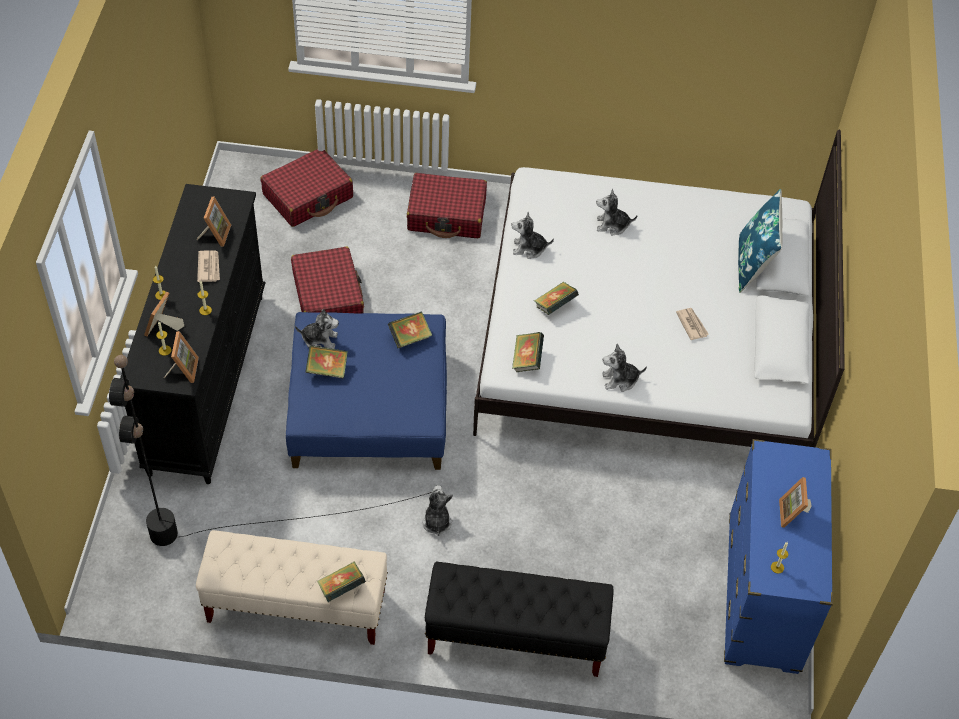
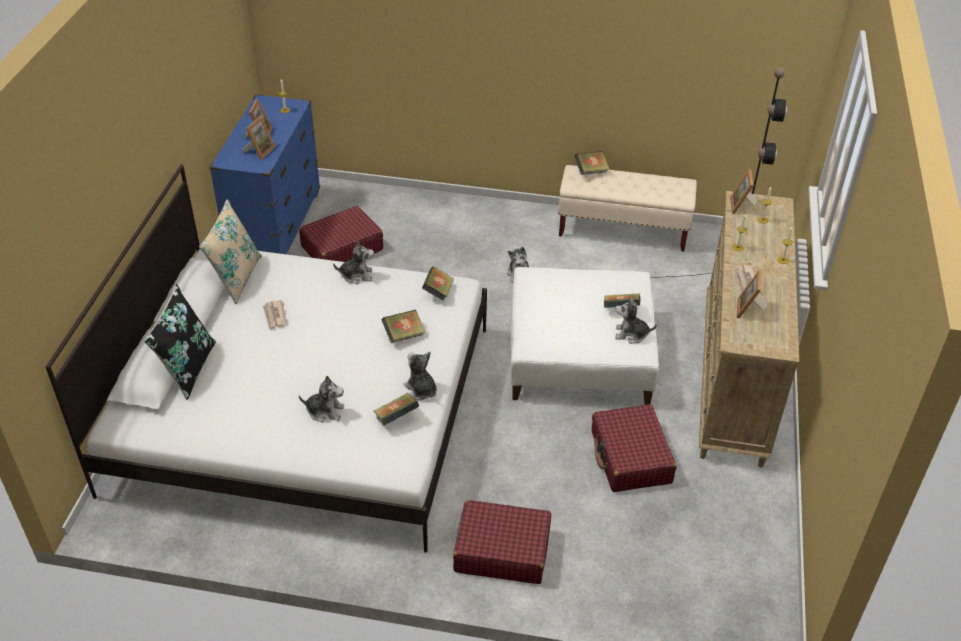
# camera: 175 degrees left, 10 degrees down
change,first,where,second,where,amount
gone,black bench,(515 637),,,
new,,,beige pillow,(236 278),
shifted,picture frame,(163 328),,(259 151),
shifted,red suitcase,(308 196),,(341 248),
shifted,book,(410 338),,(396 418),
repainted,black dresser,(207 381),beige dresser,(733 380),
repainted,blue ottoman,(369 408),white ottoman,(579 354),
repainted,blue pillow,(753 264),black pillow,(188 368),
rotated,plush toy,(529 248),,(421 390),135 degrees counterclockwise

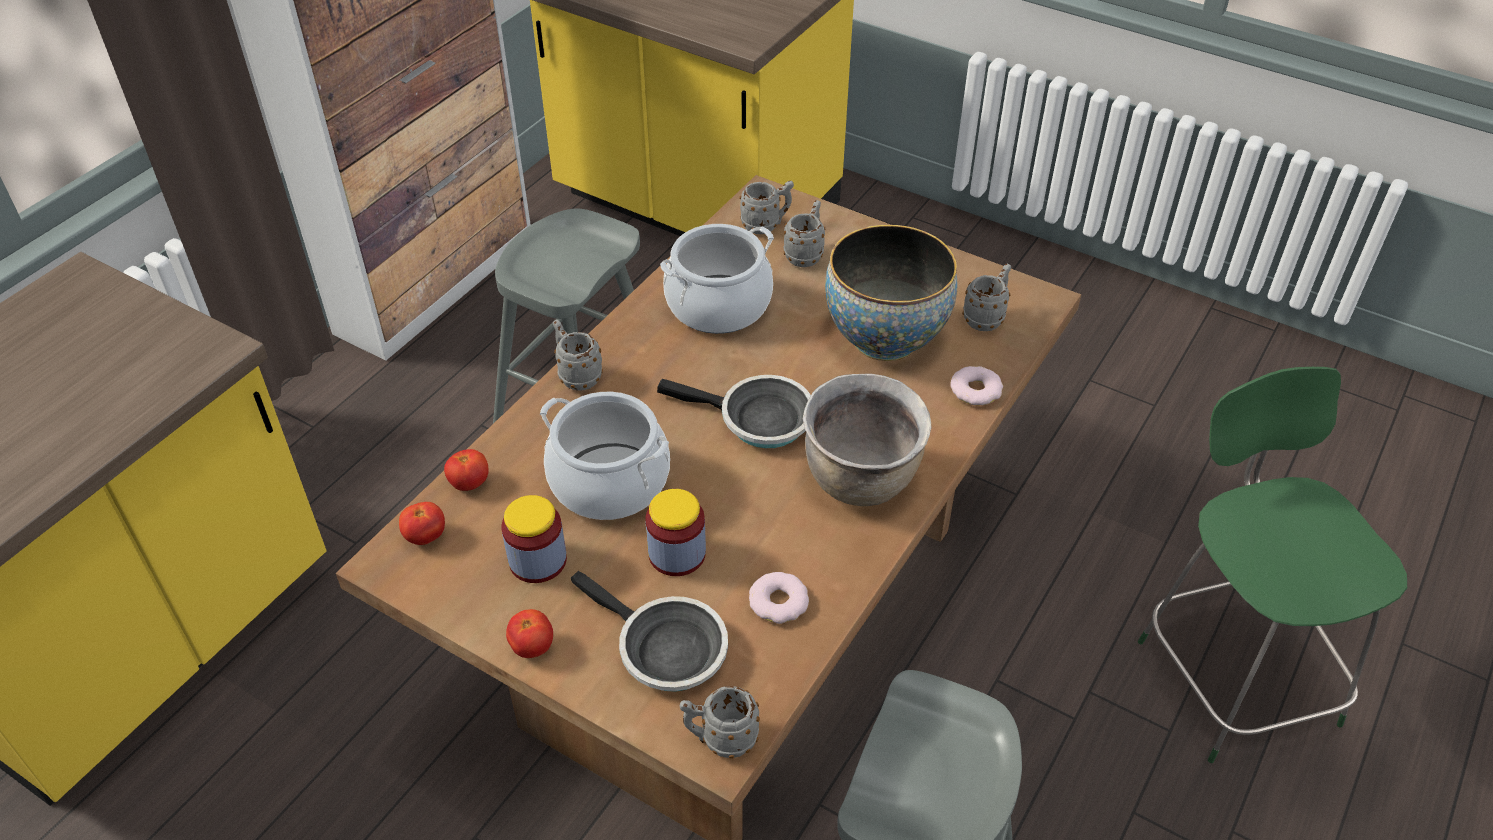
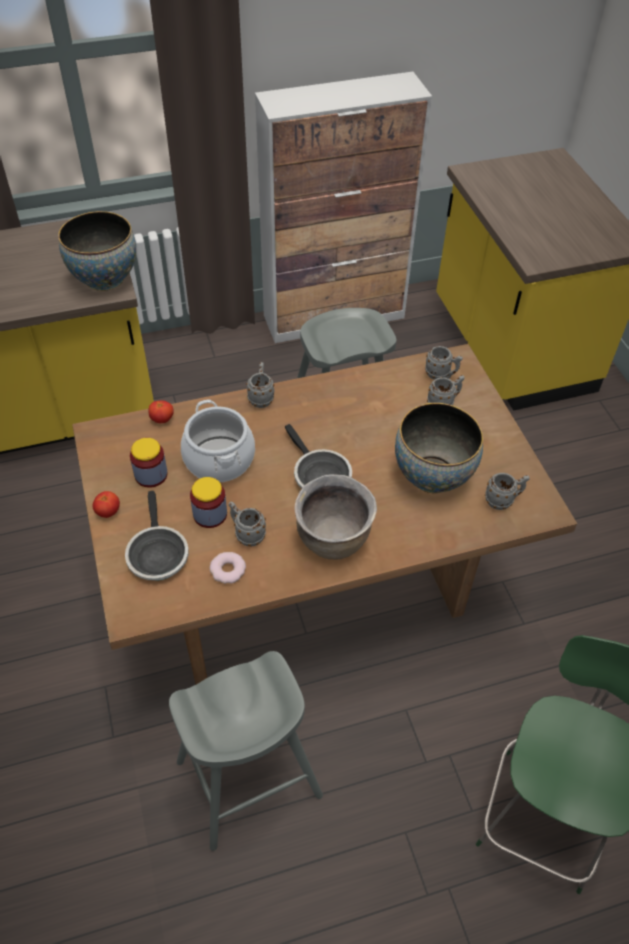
# camera: 40 degrees right, 5 degrees up
change,first,where,second,where,amount
gone,tomato,(425 536),,,
gone,cooking pot,(718 305),,,
gone,donut,(976 390),,,
new,,,bowl,(105 278),
shifted,grey mug,(720 739),,(246 534),

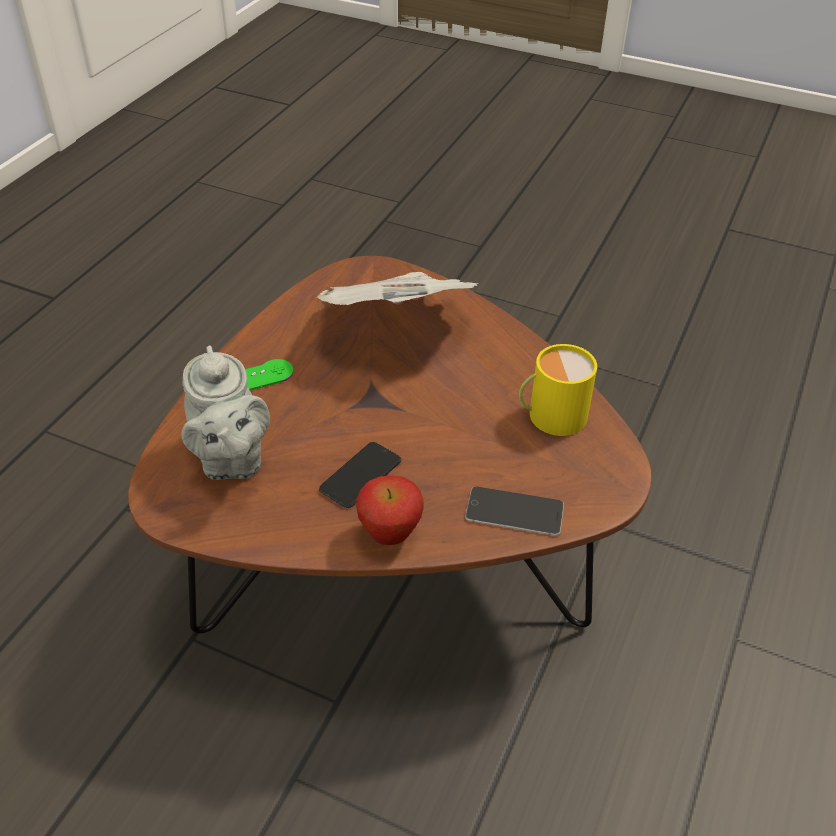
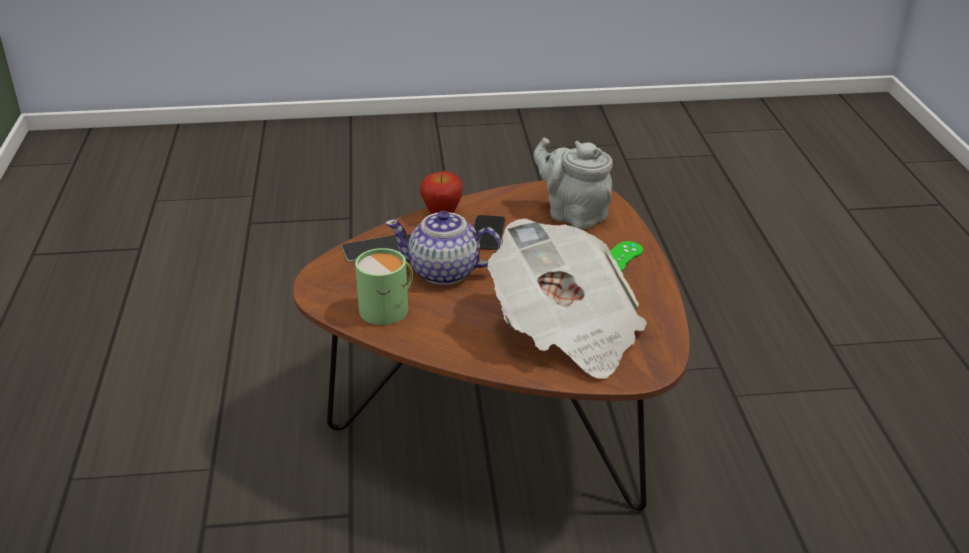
# camera: 150 degrees right, 10 degrees down
change,first,where,second,where,amount
new,,,teapot,(445 272),
repainted,yellow mug,(551 415),green mug,(389 308),

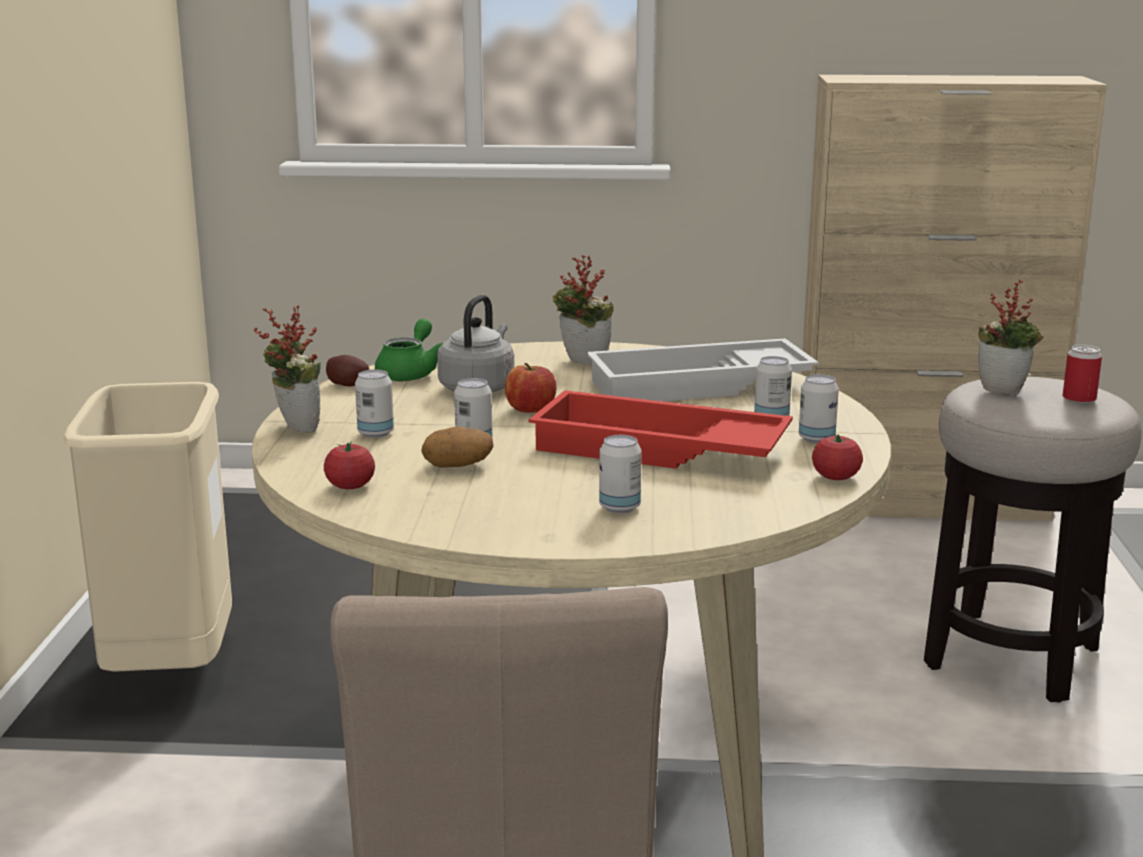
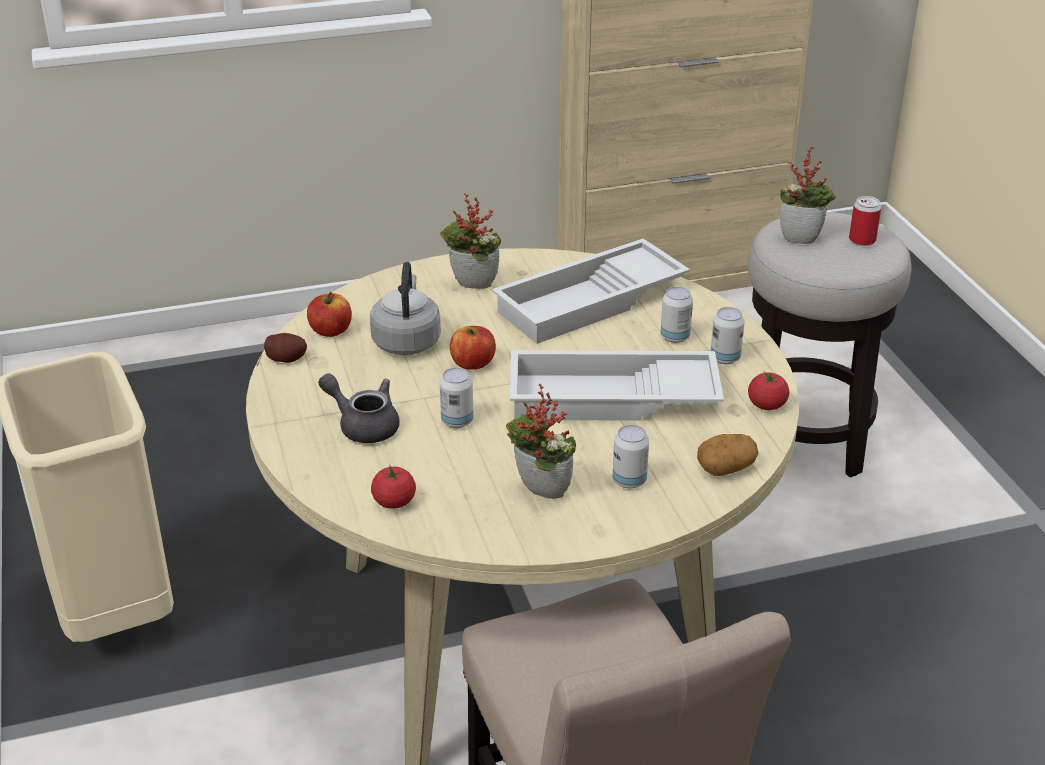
# camera: 20 degrees left, 15 degrees up
change,first,where,second,where,amount
shifted,potted plant,(294 428),,(539 494),
shifted,potato,(458 465),,(726 467),
swapped,can,(375 433),grey teapot,(363 425),
swapped,green teapot,(410 373),apple,(330 331),
repainted,red tray,(656 450),white tray,(611 399),

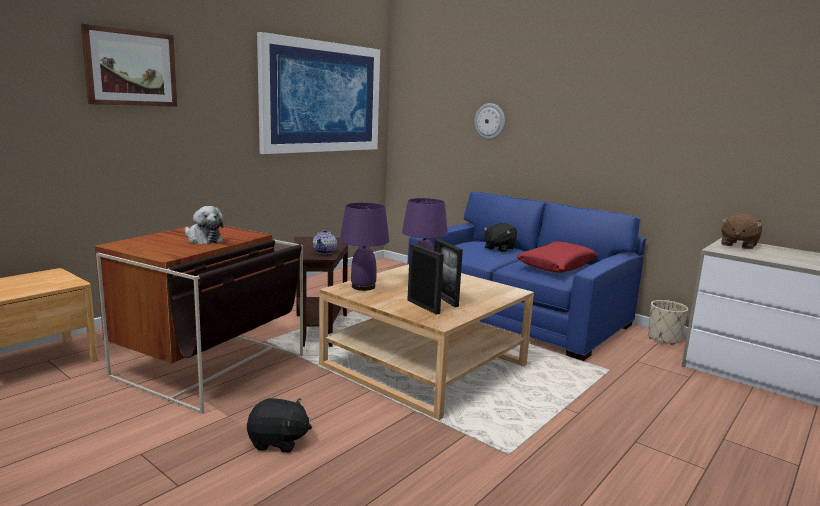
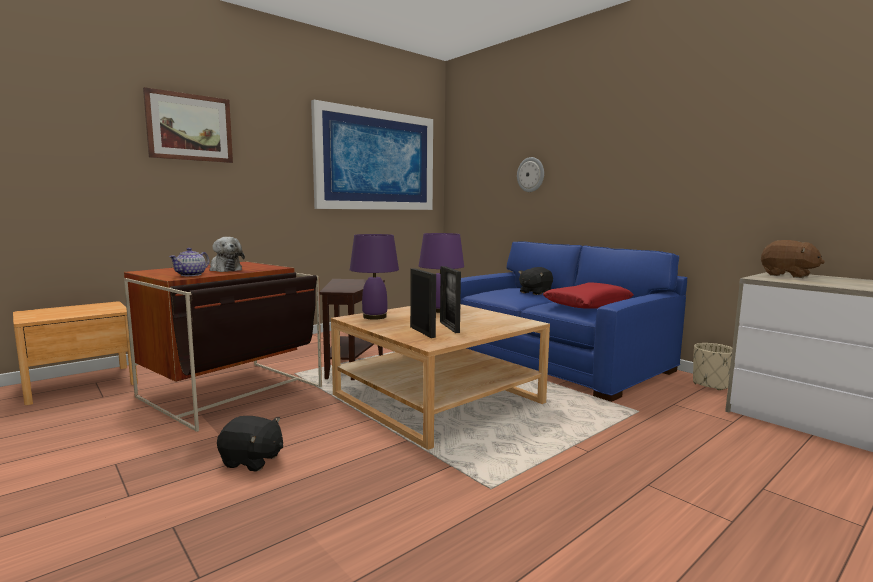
# camera: 10 degrees right, 5 degrees down
change,first,where,second,where,amount
shifted,teapot,(325 252),,(191 275),
rotated,brown plush toy,(738 245),,(787 275),90 degrees counterclockwise

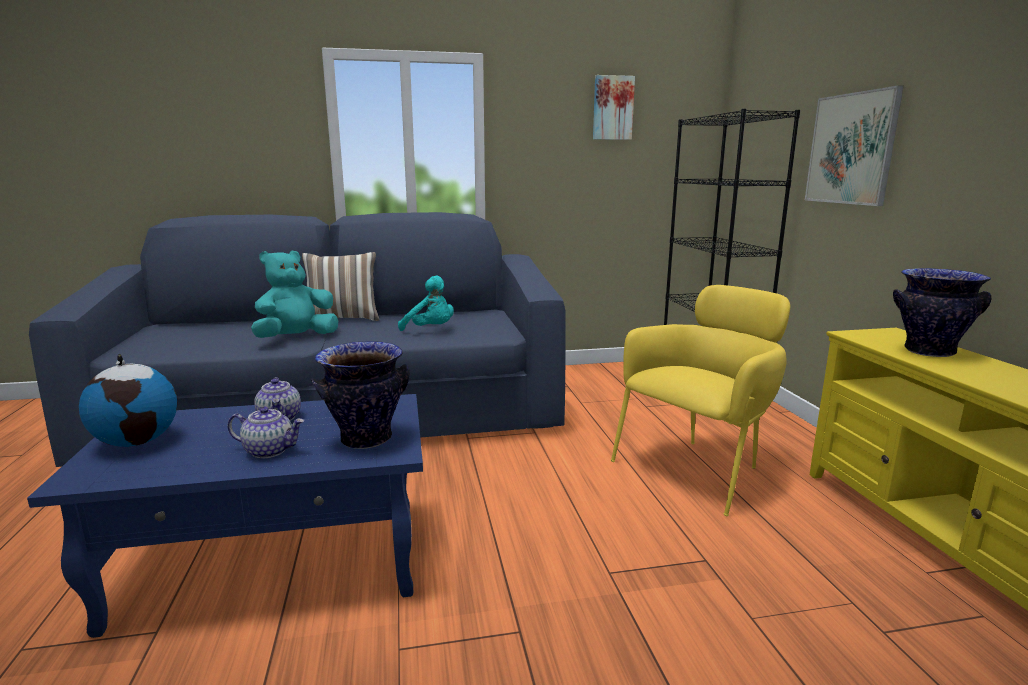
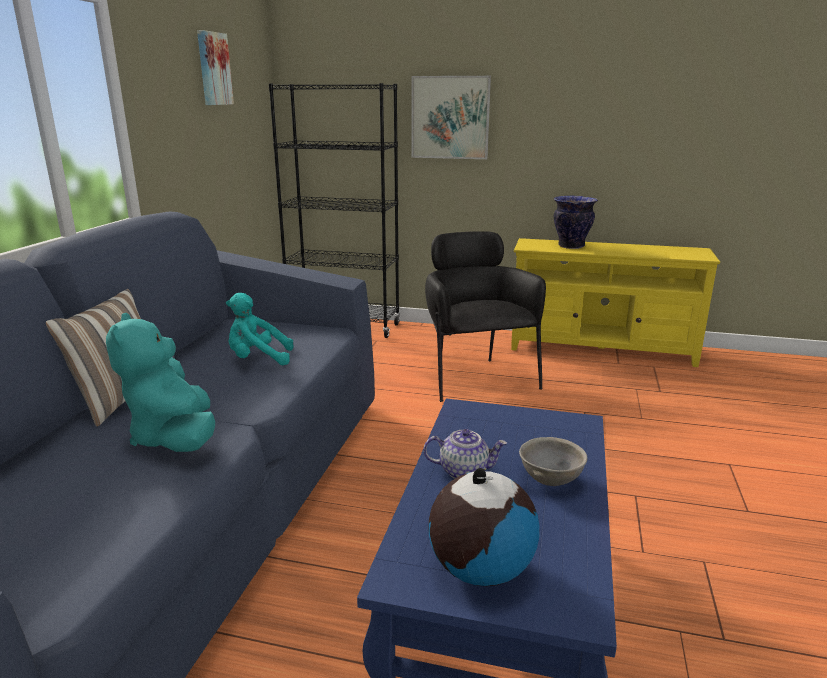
# camera: 65 degrees left, 5 degrees up
change,first,where,second,where,amount
gone,vase,(366 439),,,
swapped,teapot,(270 450),grey bowl,(549 480),
repainted,yellow armchair,(698 468),black armchair,(476 376),
rotated,turquoise plush toy,(431 330),,(258 359),150 degrees counterclockwise

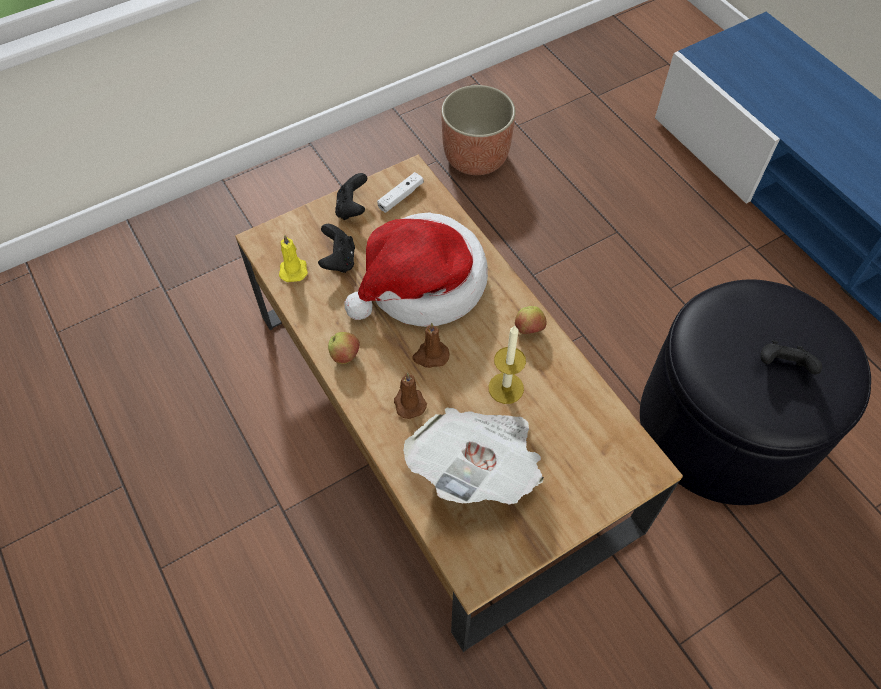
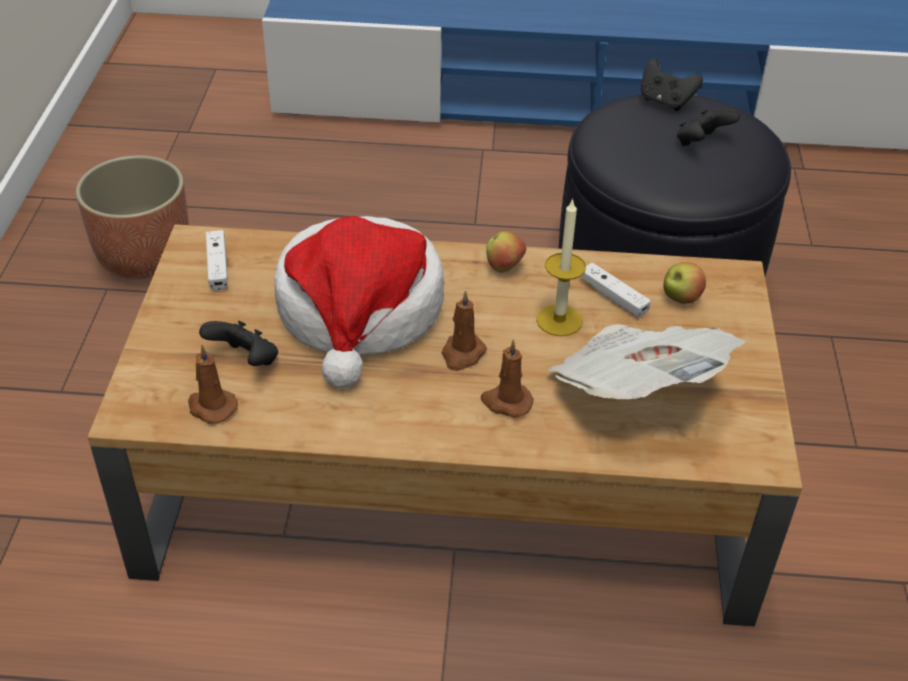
# camera: 55 degrees left, 15 degrees down
change,first,where,second,where,amount
new,,,white game controller,(613 297),
shifted,apple,(345 356),,(680 298),
shifted,black game controller,(352 208),,(665 102),
repainted,yellow candle,(293 269),brown candle,(211 407),

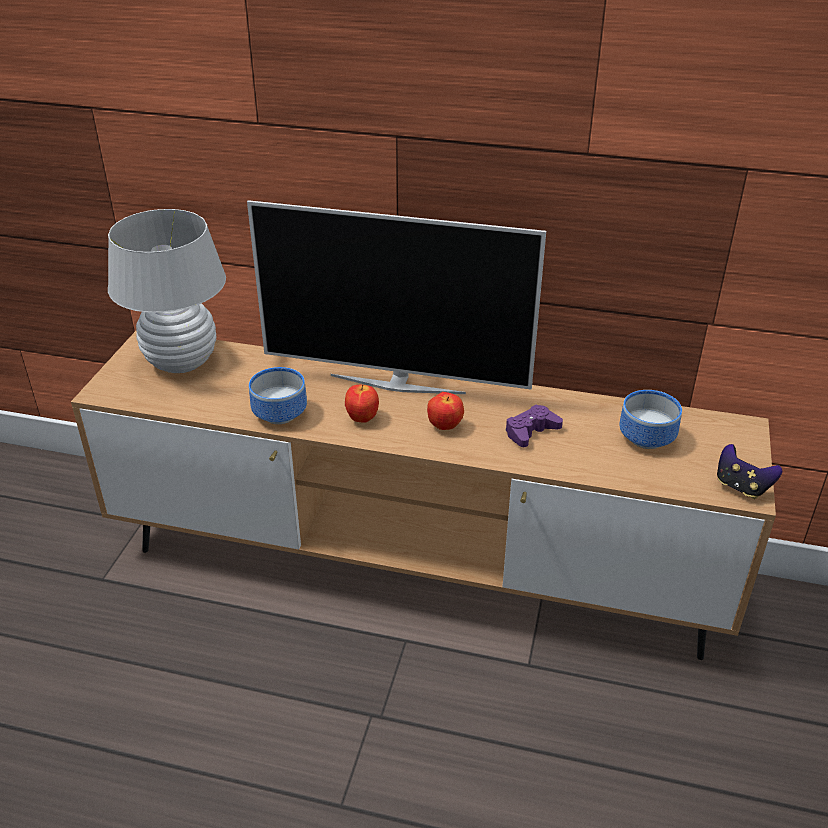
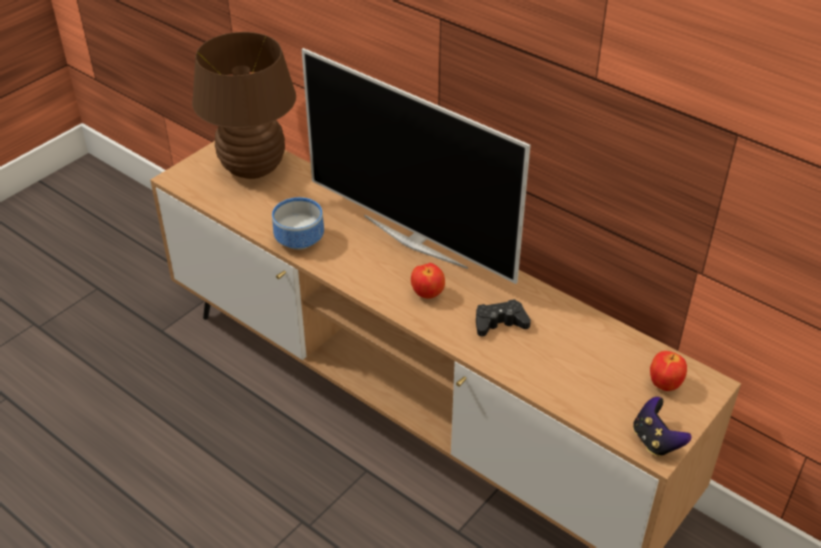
# camera: 25 degrees right, 5 degrees up
change,first,where,second,where,amount
gone,bowl,(649 438),,,
shifted,apple,(361 418),,(664 384),
repainted,white table lamp,(182 362),brown table lamp,(253 168),
repainted,purple game controller,(531 431),black game controller,(500 323),

